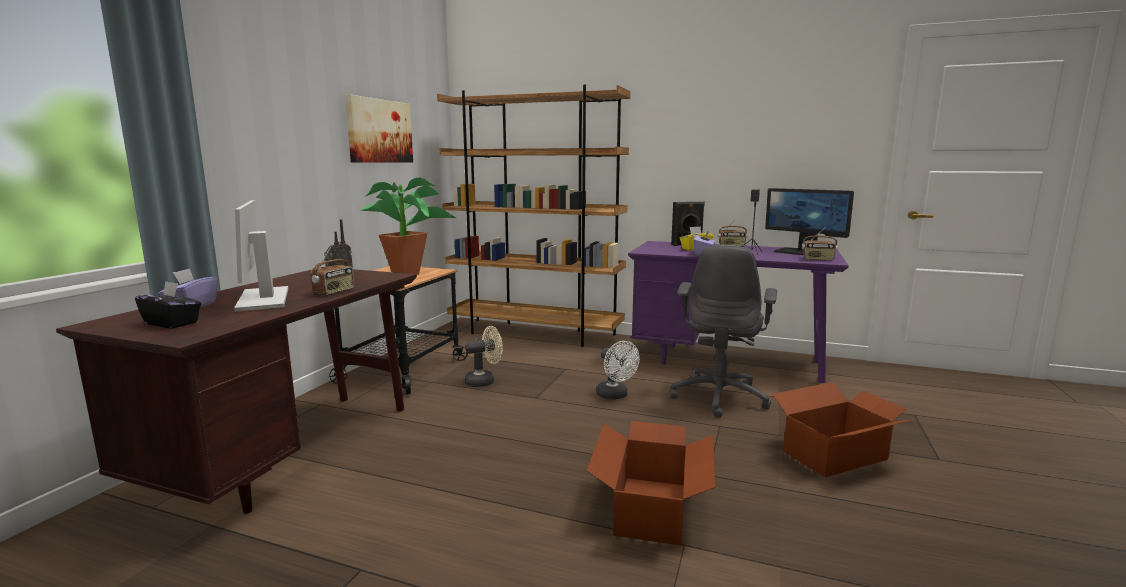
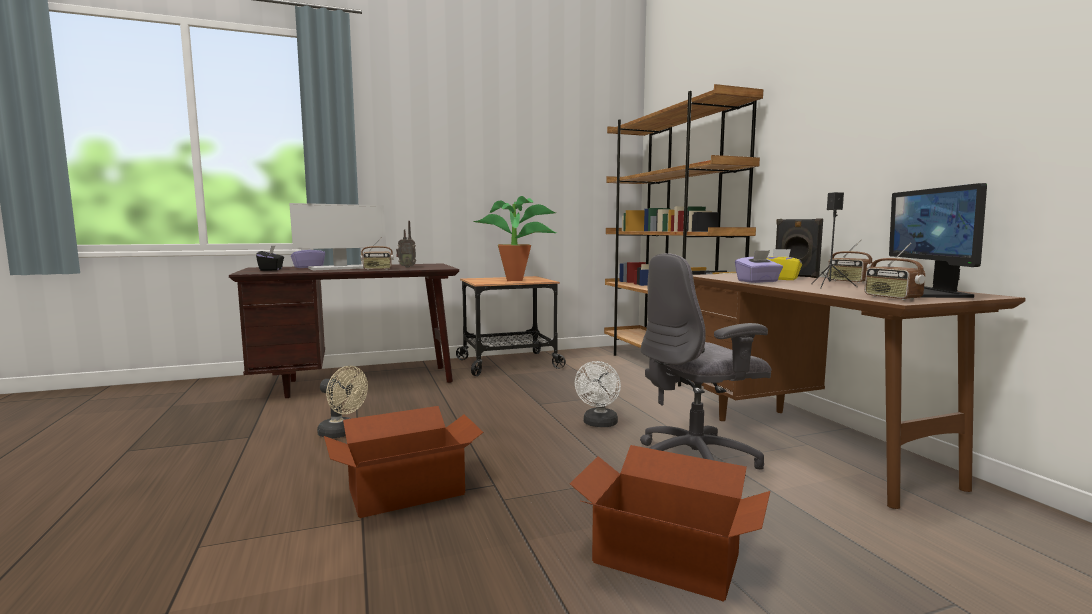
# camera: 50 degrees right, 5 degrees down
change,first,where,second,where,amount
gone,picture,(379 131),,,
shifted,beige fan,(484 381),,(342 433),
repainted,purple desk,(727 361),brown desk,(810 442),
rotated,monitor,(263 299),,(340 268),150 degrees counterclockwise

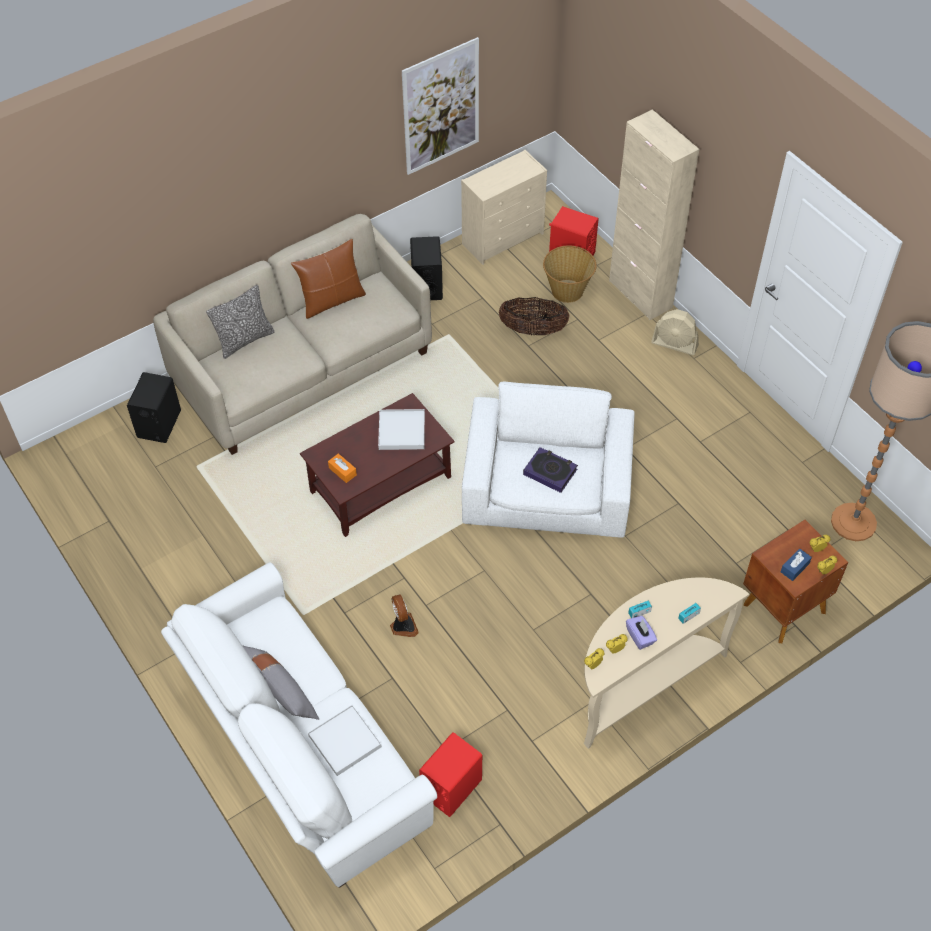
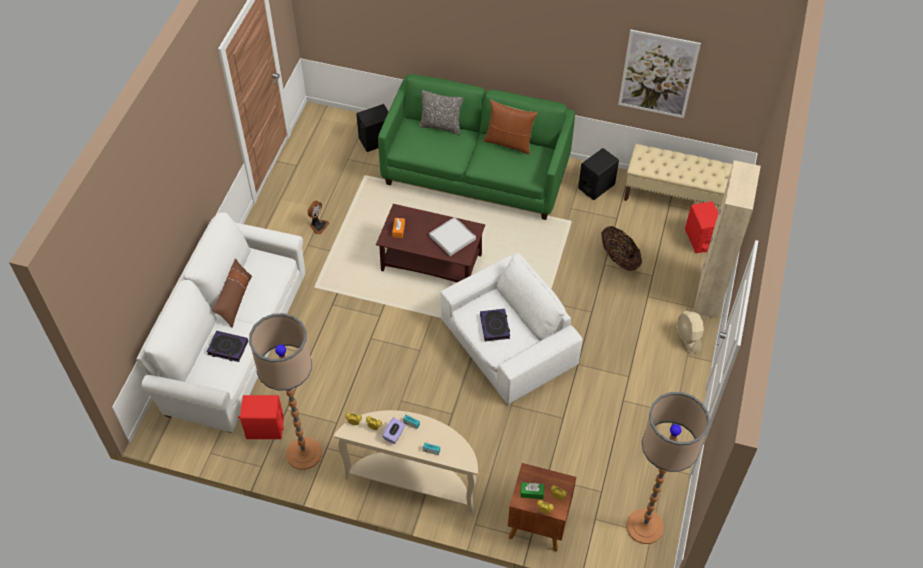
# camera: 50 degrees right, 0 degrees up
change,first,where,second,where,amount
gone,basket,(567 290),,,
new,,,floor lamp,(304 453),
shifted,fan,(403 626),,(318 225),
swapped,white tray,(345 741),book,(228 348),
swapped,beige dresser,(503 238),beige bench,(675 197),
repainted,beige sofa,(303 367),green sofa,(476 172),
repainted,grey pillow,(281 691),brown pillow,(235 300),
repainted,blue tissue box,(794 568),green tissue box,(532 492),

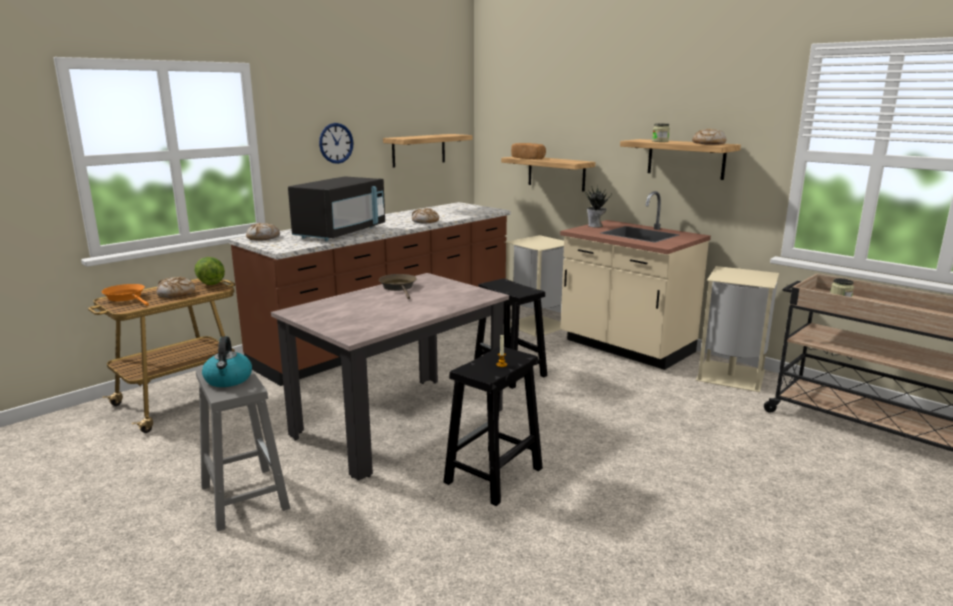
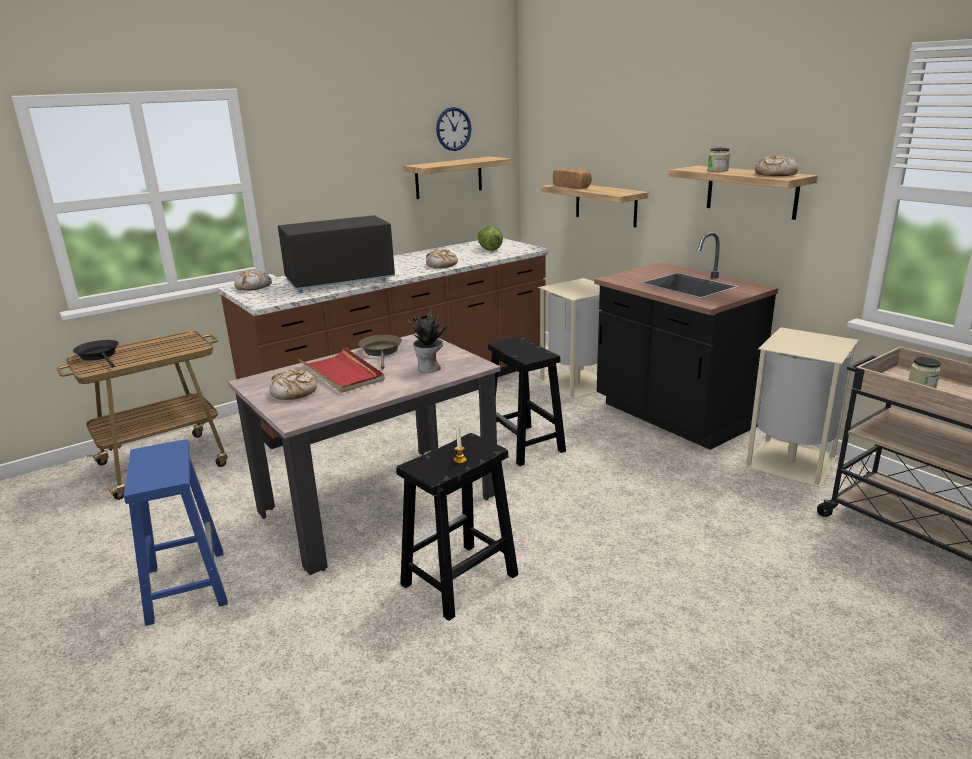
# camera: 10 degrees right, 5 degrees up
change,first,where,second,where,amount
gone,kettle,(228 380),,,
new,,,red tray,(342 373),
shifted,bread,(176 294),,(294 392),
shifted,lettuce,(210 283),,(489 249),
shifted,wall clock,(336 143),,(453 129),
shifted,potted plant,(595 226),,(430 369),
repainted,orange frying pan,(127 297),black frying pan,(99 356),
repainted,grey stool,(243 496),blue stool,(186 585),
repainted,beige counter,(625 347),black counter,(672 417),
rotated,black microwave,(341 233),,(339 281),150 degrees counterclockwise

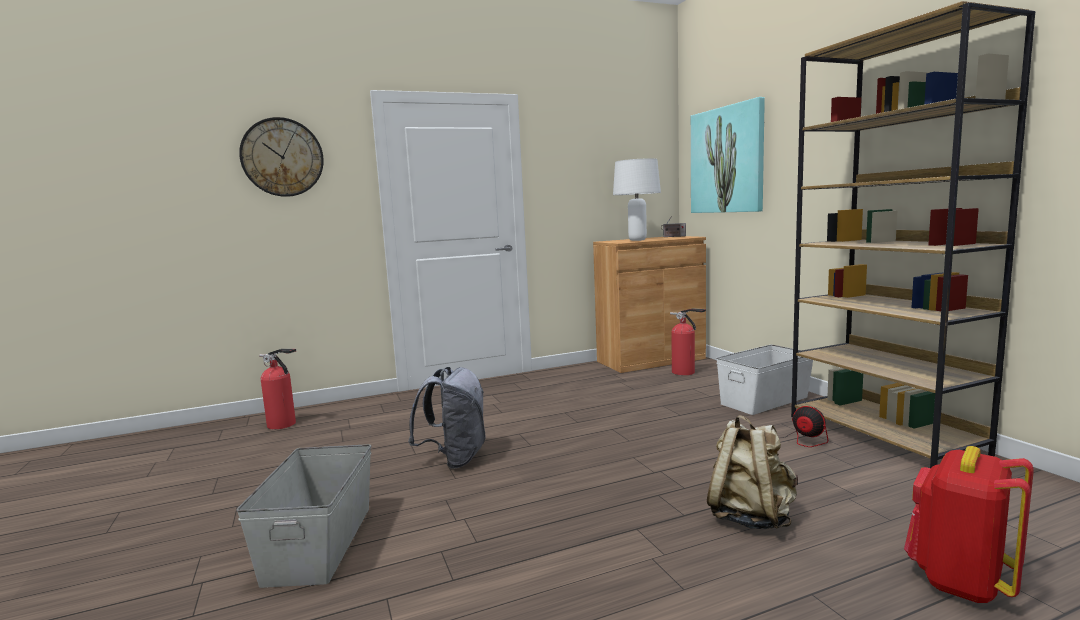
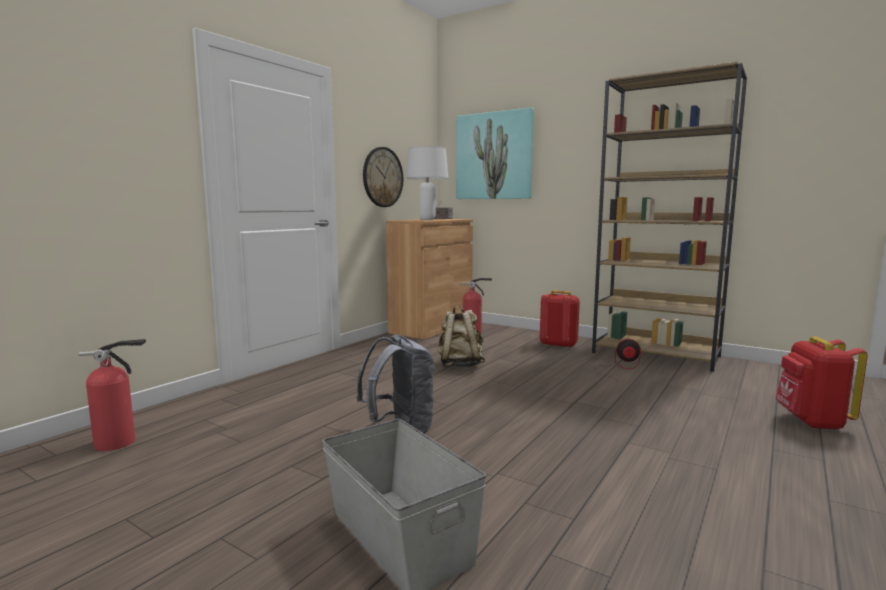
# camera: 35 degrees left, 0 degrees up
change,first,where,second,where,amount
shifted,wall clock,(282 157),,(382 177),
shifted,beige backpack,(750 517),,(460 365),
swapped,white storage box,(763 400),red backpack,(558 345),

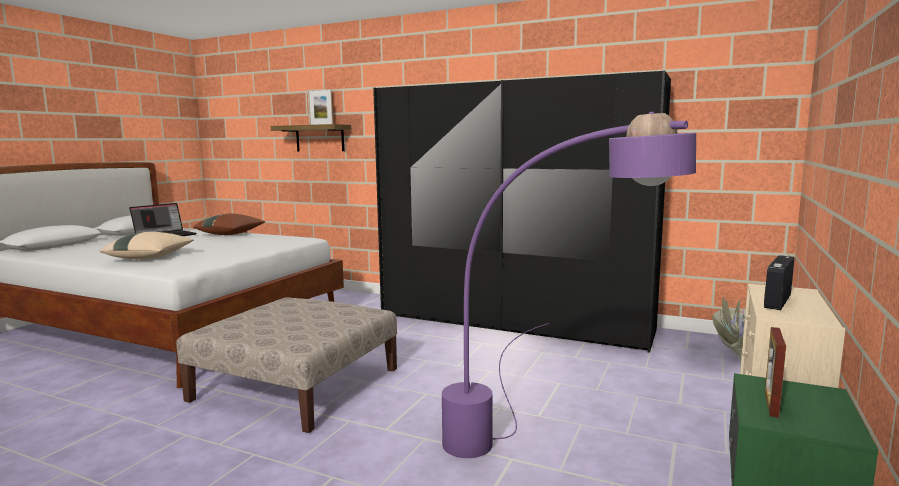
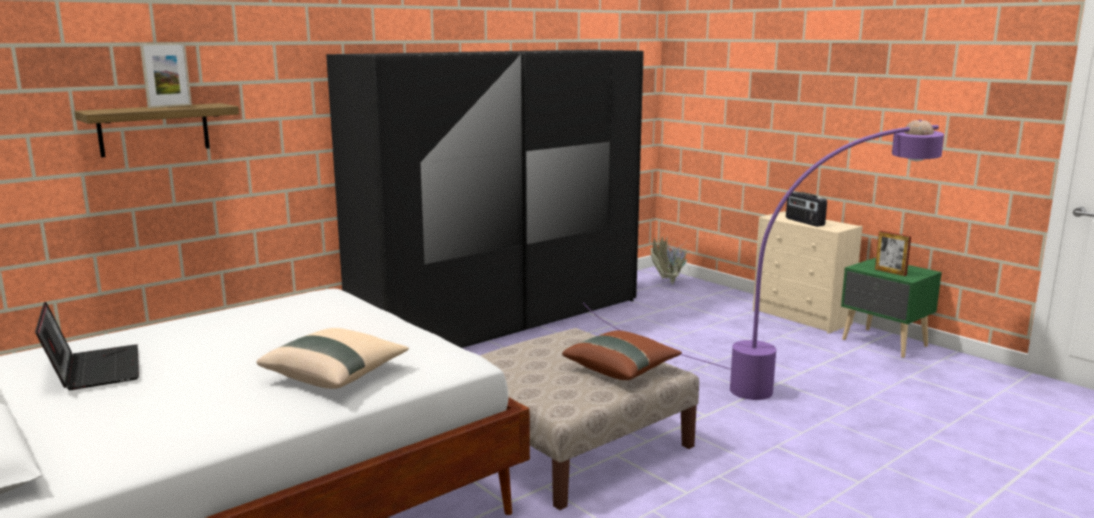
# camera: 65 degrees left, 5 degrees up
change,first,where,second,where,amount
shifted,brown pillow,(231 234),,(621 370),

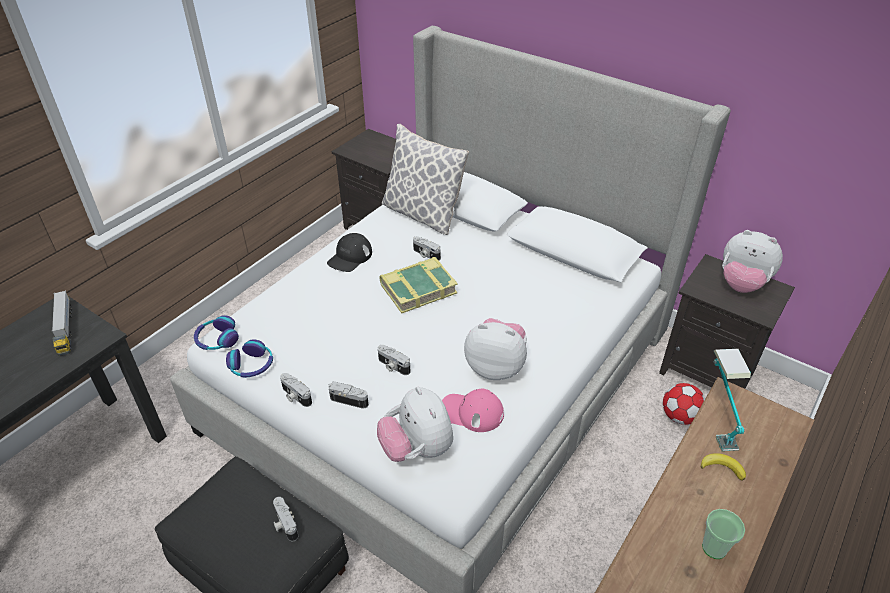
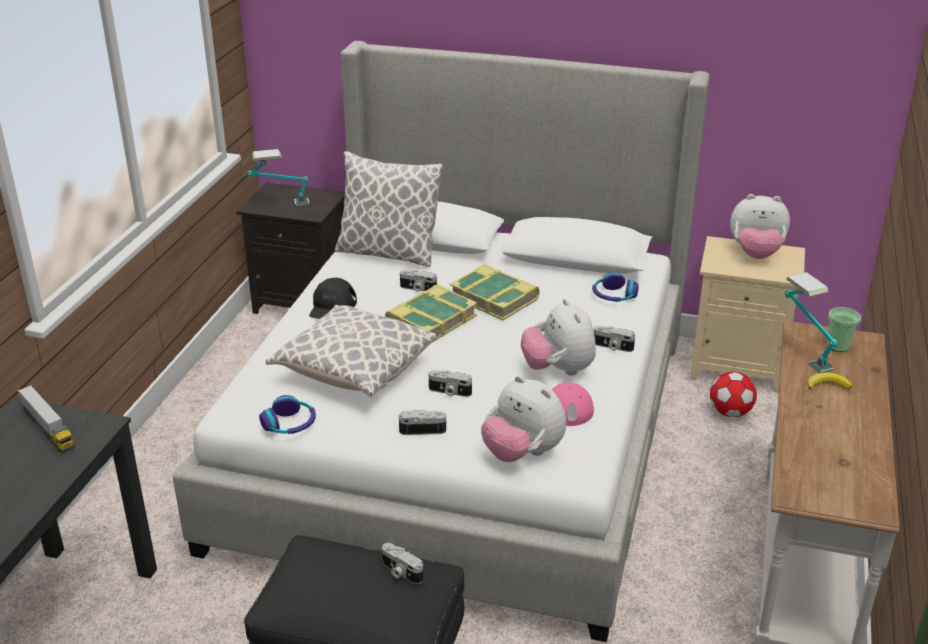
# camera: 20 degrees left, 10 degrees down
change,first,where,second,where,amount
new,,,table lamp,(280 205),
new,,,pillow,(353 370),
new,,,book,(494 298),
shifted,headphones,(217 339),,(614 296),
shifted,photo camera,(295 396),,(612 347),
shifted,cup,(714 548),,(838 346),
repainted,black nightstand,(709 371),beige nightstand,(738 366),
rotated,plush toy,(496 367),,(558 369),105 degrees counterclockwise

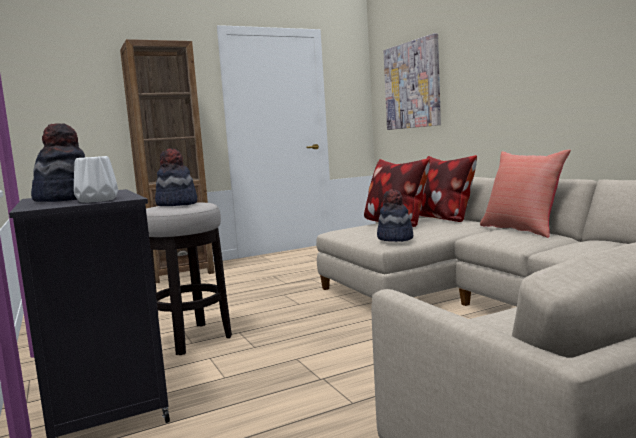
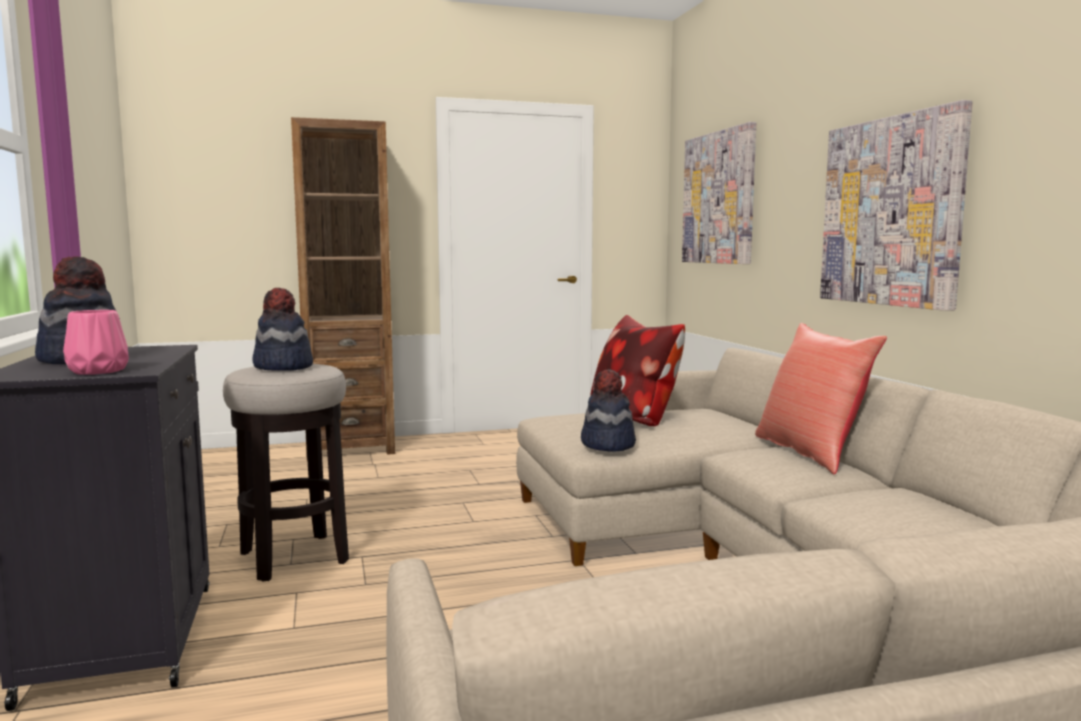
# camera: 10 degrees right, 0 degrees up
change,first,where,second,where,amount
gone,pillow,(443 218),,,
new,,,picture,(891 212),
repainted,white vase,(98 200),pink vase,(99 371),

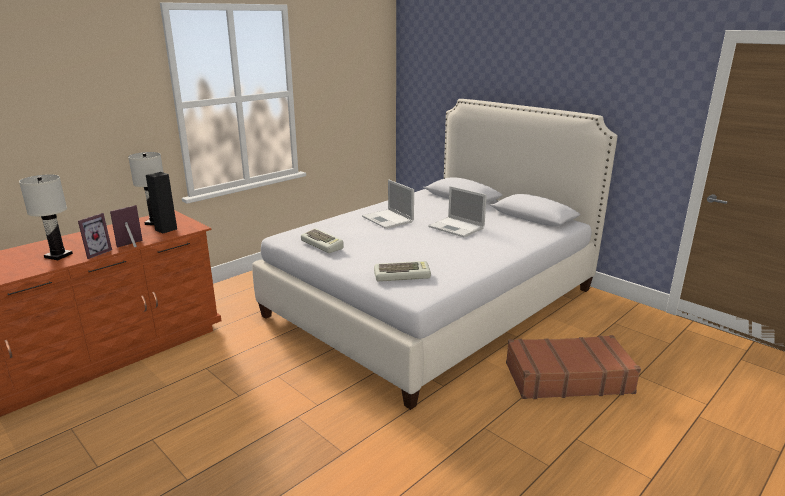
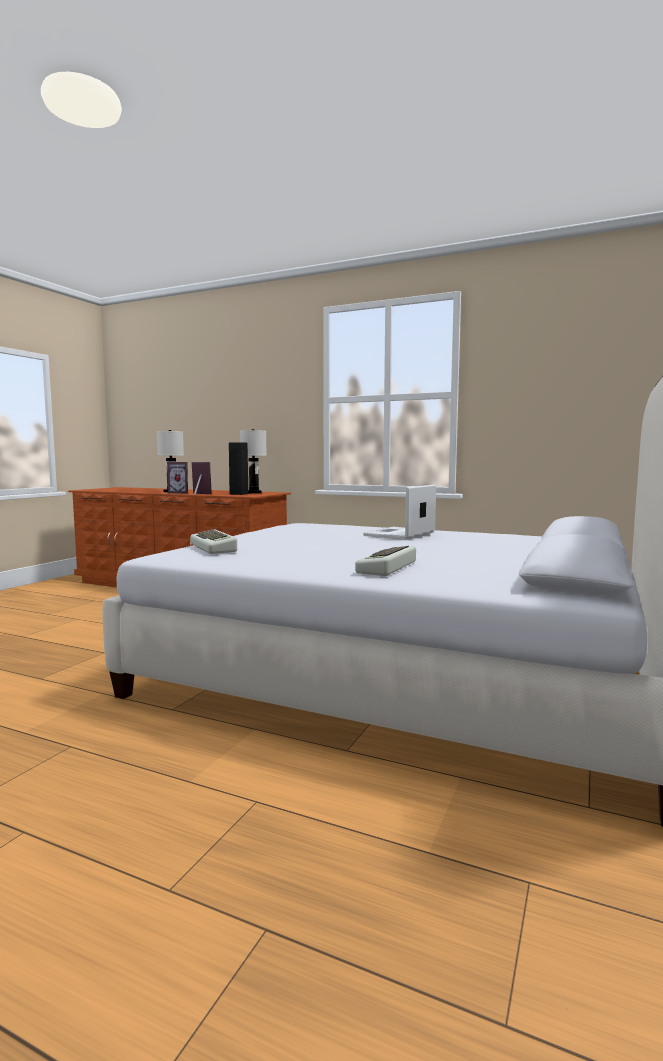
# camera: 70 degrees right, 15 degrees down
change,first,where,second,where,amount
gone,laptop,(457 227),,,
gone,brown suitcase,(567 378),,,
shifted,keyboard,(323 244),,(388 567),

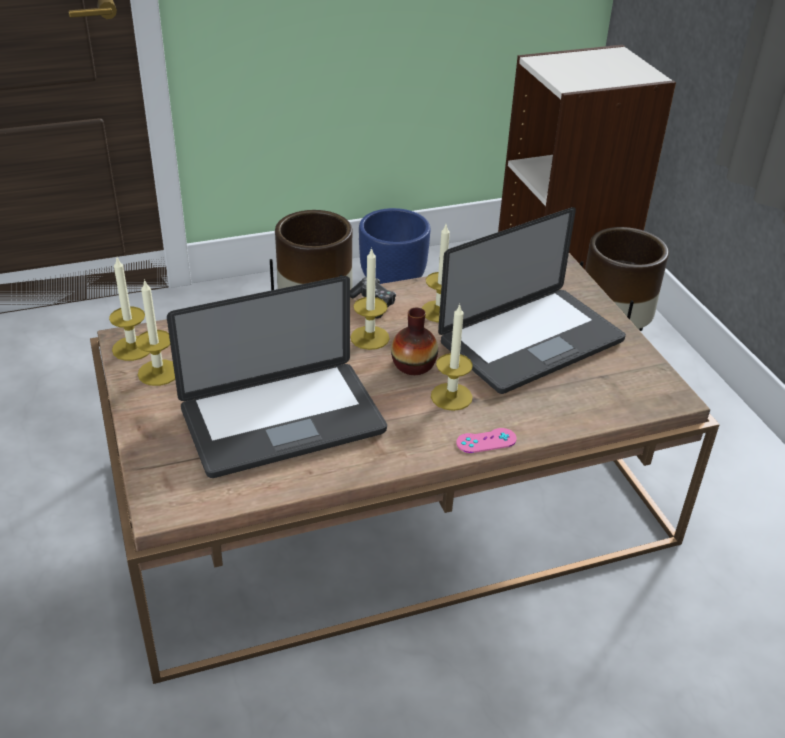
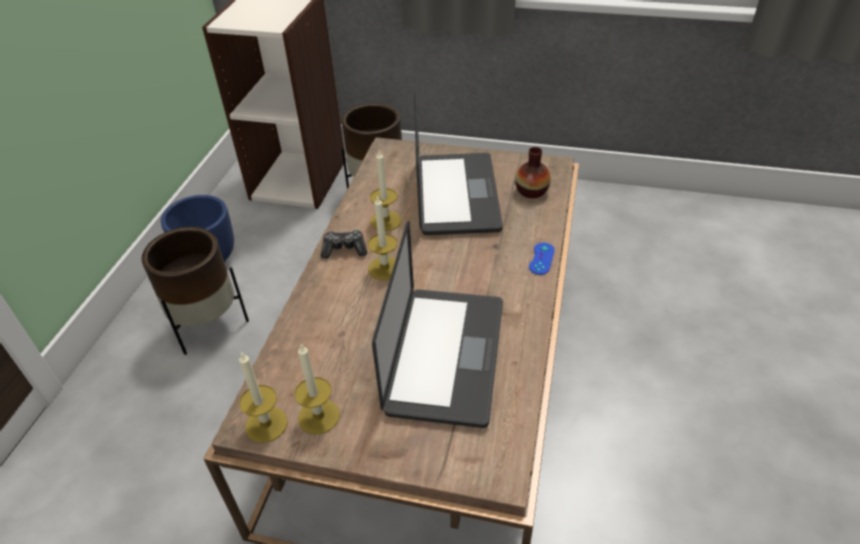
# camera: 55 degrees left, 5 degrees up
change,first,where,second,where,amount
gone,candle,(451 396),,,
shifted,vase,(413 365),,(531 191),
repainted,pink game controller,(486 441),blue game controller,(541 258),

